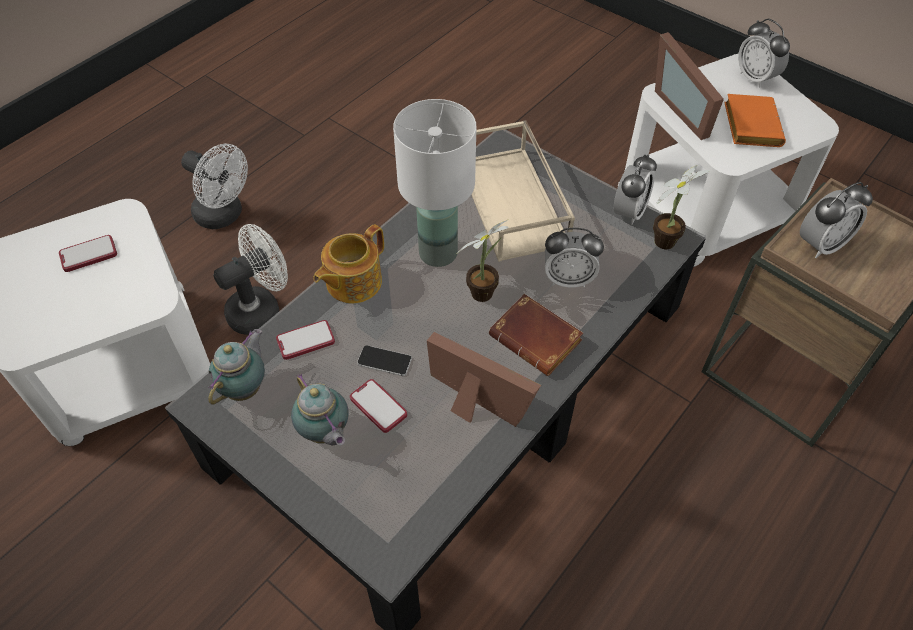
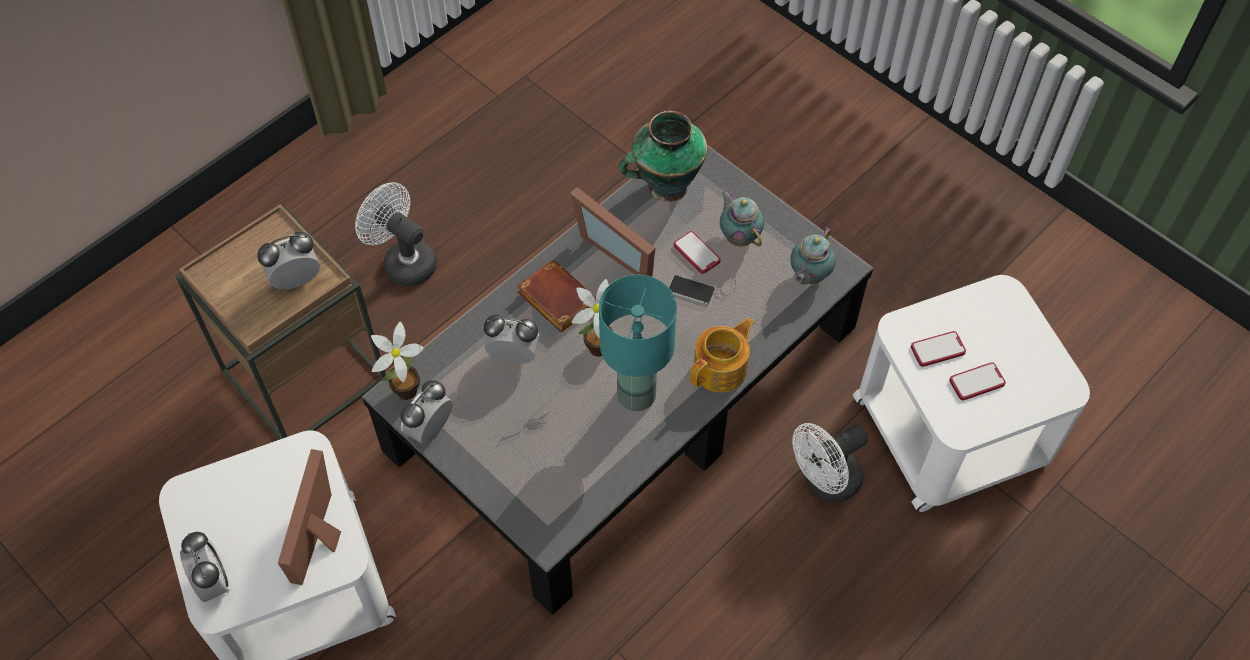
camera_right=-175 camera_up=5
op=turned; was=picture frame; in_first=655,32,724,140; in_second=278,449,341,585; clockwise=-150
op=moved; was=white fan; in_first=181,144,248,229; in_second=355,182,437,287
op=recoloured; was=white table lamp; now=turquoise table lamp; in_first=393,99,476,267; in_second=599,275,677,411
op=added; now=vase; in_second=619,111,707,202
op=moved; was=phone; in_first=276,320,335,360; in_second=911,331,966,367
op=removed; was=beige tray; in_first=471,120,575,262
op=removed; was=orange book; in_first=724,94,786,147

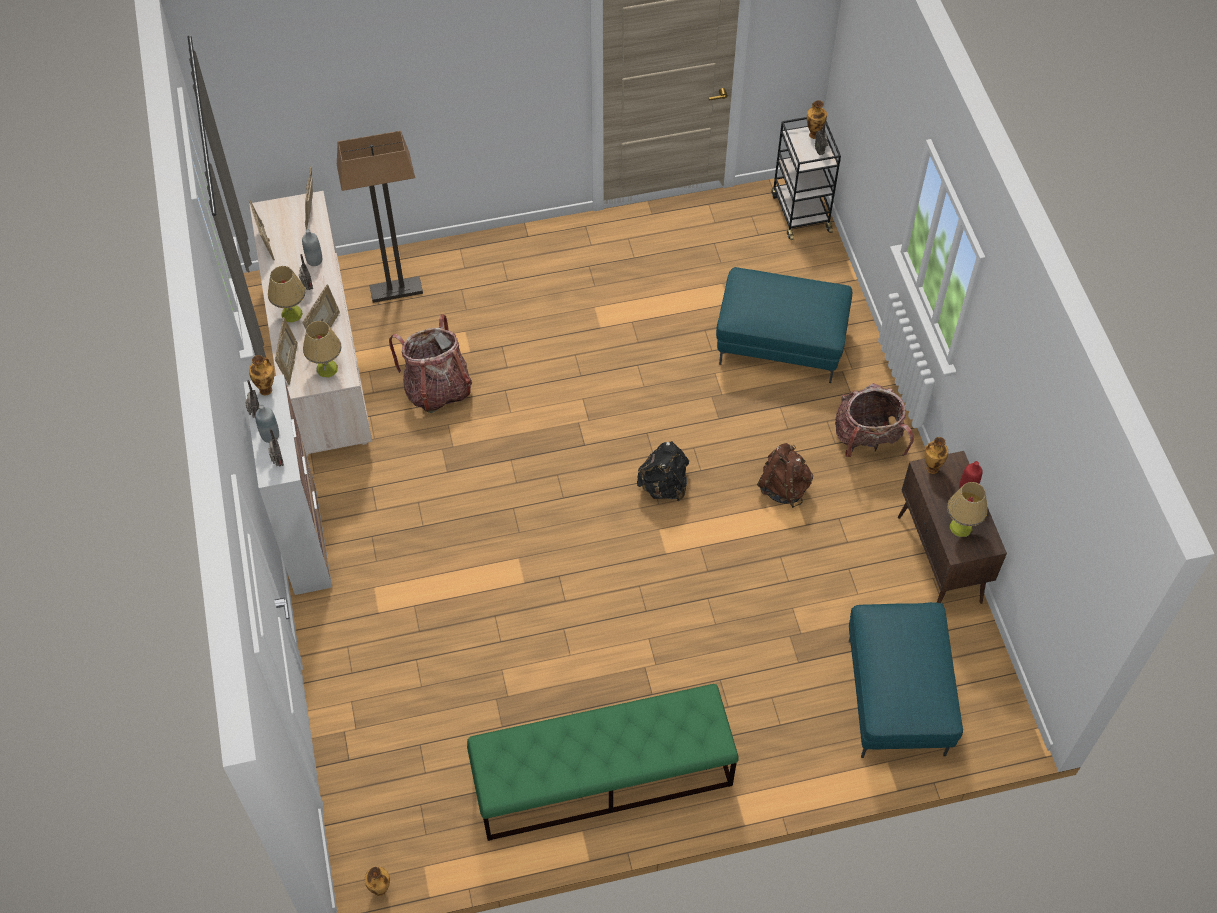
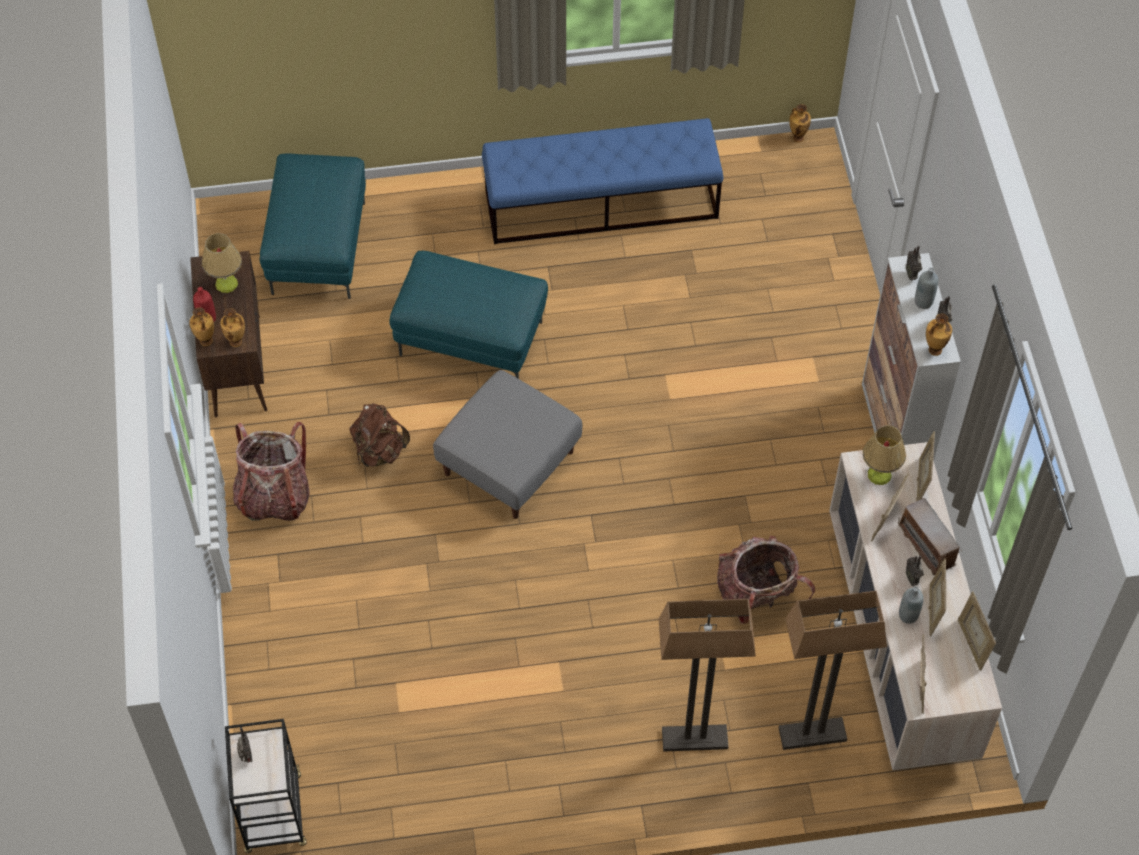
camera_right=-175 camera_up=0
op=moved; was=vase; in_first=807,100,827,139; in_second=189,307,214,346
op=moved; was=turquoise ottoman; in_first=716,267,852,383; in_second=389,251,548,379
op=replaced; was=black backpack; now=grey ottoman; in_first=637,441,689,501; in_second=433,370,582,519
op=recoloured; was=green bench; now=blue bench; in_first=467,684,739,841; in_second=482,118,723,244
op=added; now=floor lamp; in_second=659,599,756,752
op=replaced; was=table lamp; now=radio; in_first=268,266,306,322; in_second=898,498,962,575
op=added; now=picture frame; in_second=928,558,946,636

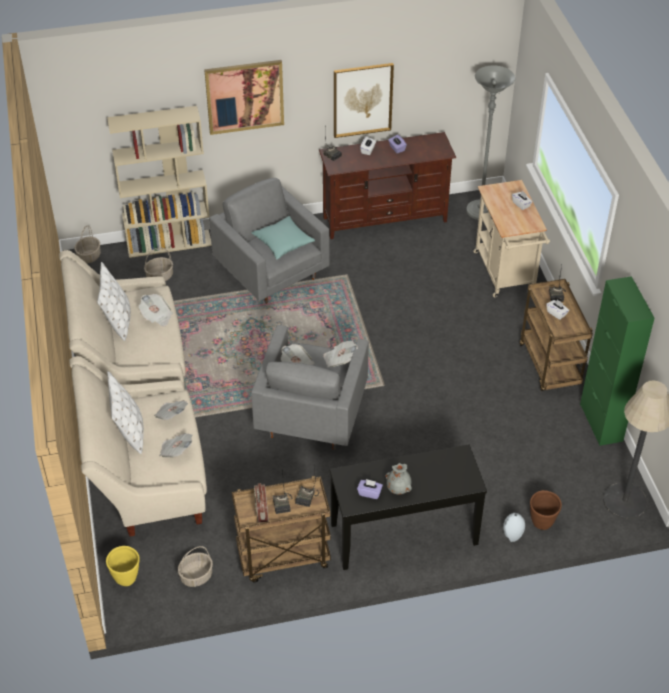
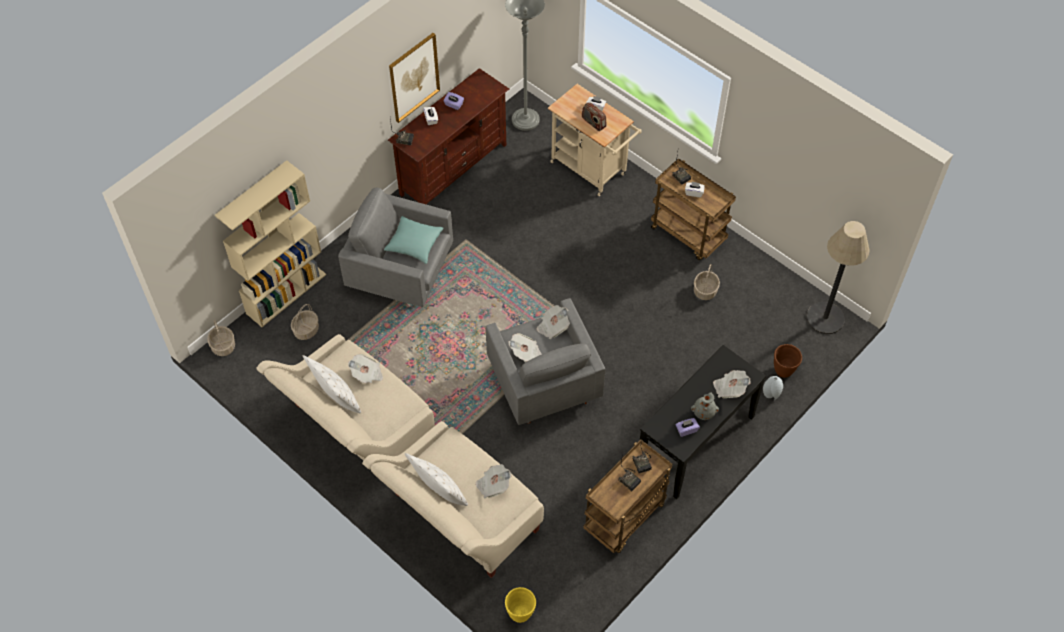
camera_right=-35 camera_up=10
op=moved; was=radio; in_first=254,483,269,523; in_second=582,102,606,131
op=moved; was=basket; in_first=178,546,213,587; in_second=694,264,720,300
op=moved; was=newspaper; in_first=154,400,188,420; in_second=713,370,751,398
op=removed; was=picture; in_first=204,60,284,135
op=removed; was=green cabinet; in_first=580,276,654,446

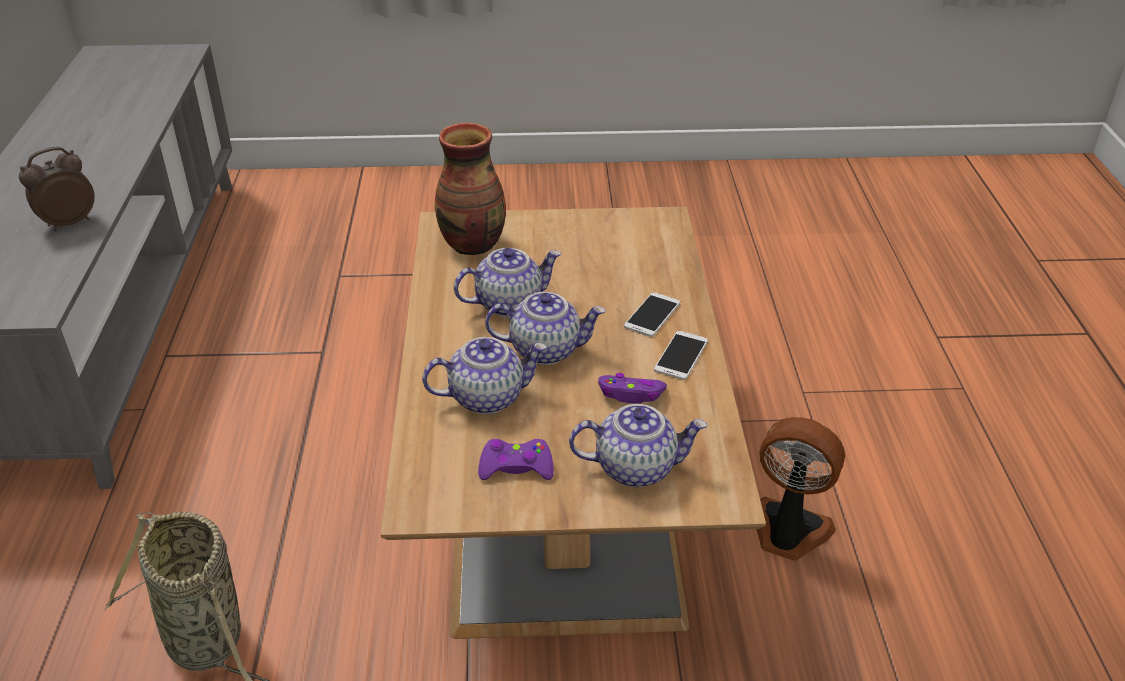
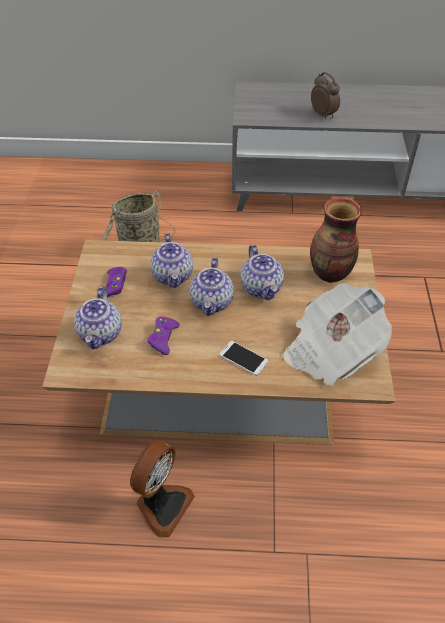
camera_right=95 camera_up=10
op=added; now=newspaper; in_second=283,283,392,386
op=removed; was=phone; in_first=654,331,708,380

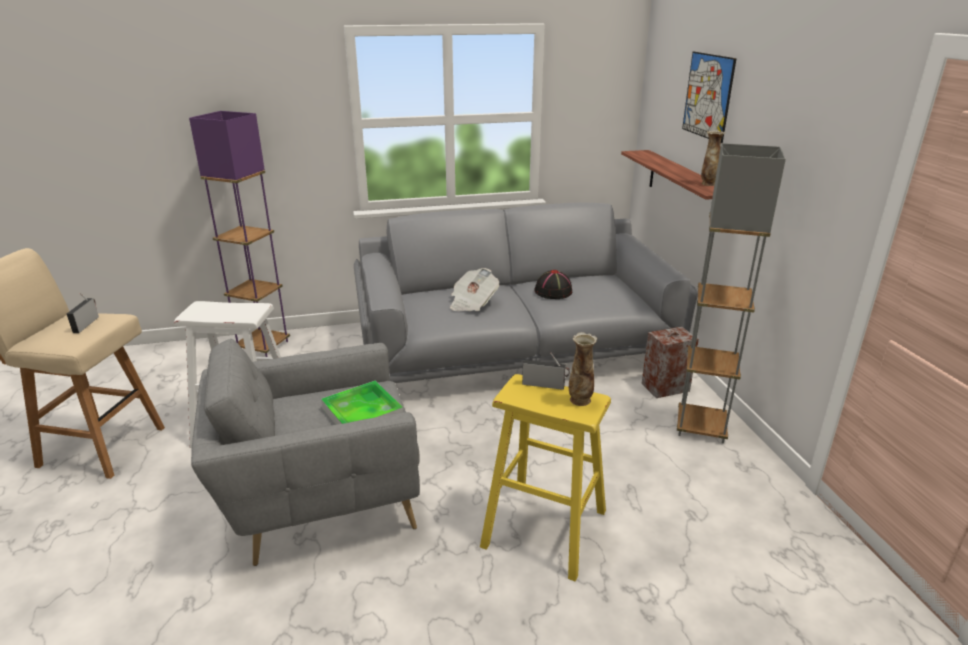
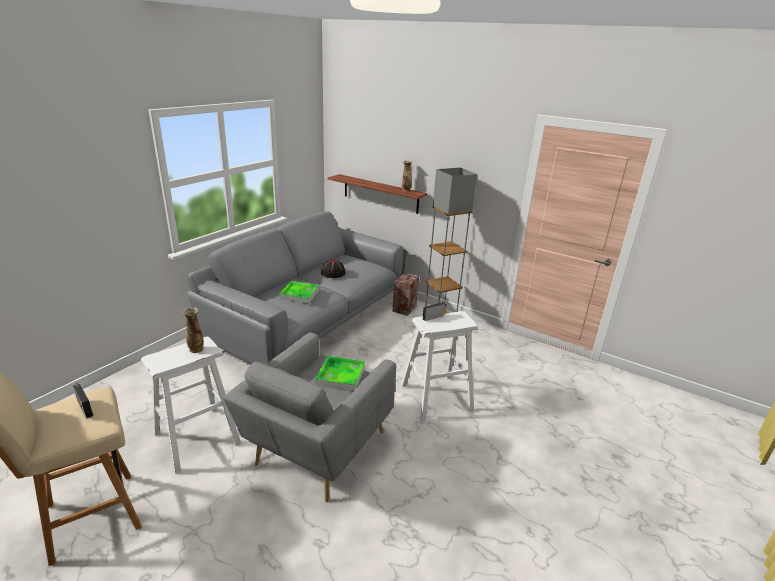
camera_right=-45 camera_up=0
op=moved; was=vase; in_first=569,332,597,406; in_second=182,307,204,353
op=replaced; was=newspaper; now=tray; in_first=450,268,499,312; in_second=279,281,319,304
op=recoloured; was=yellow stool; now=white stool; in_first=480,374,611,581; in_second=401,311,478,422
op=removed; was=purple floor lamp; in_first=189,111,290,357
op=removed; was=picture; in_first=682,52,737,143

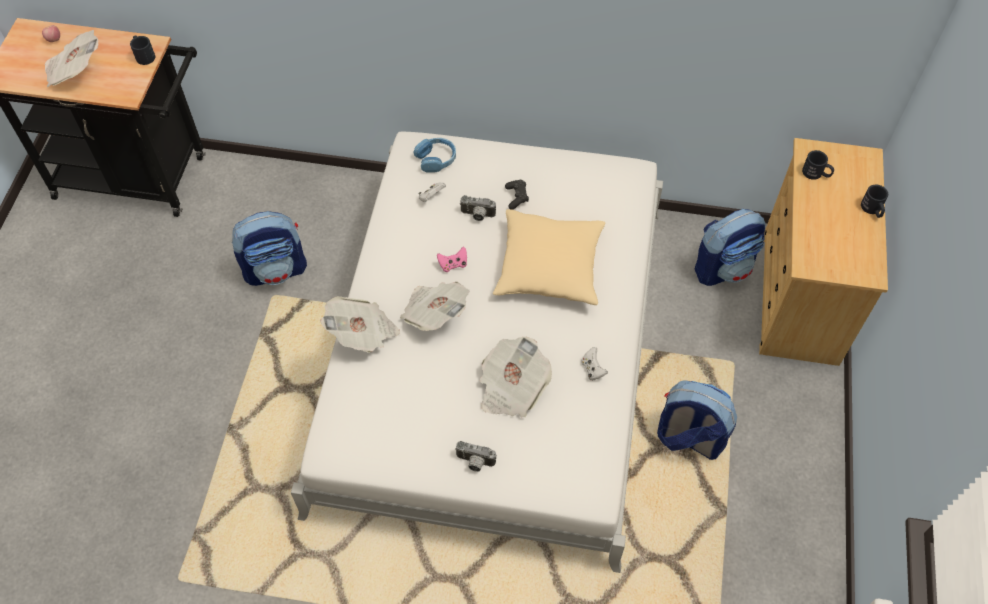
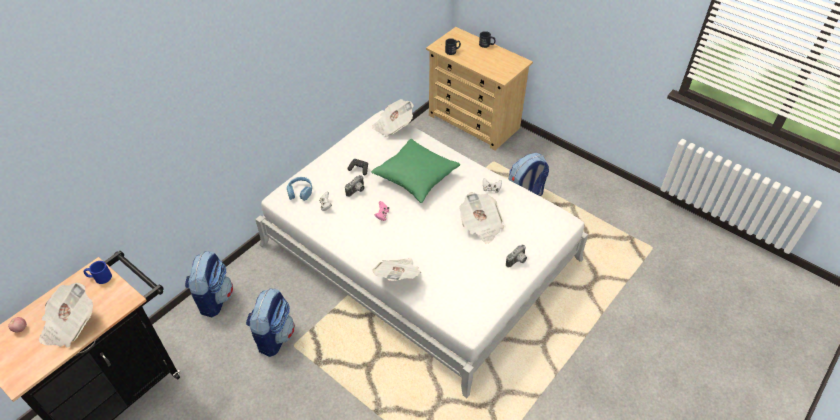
camera_right=-60 camera_up=-10
op=recoloured; was=black mug; now=blue mug; in_first=130,35,155,65; in_second=84,261,112,284
op=moved; was=backpack; in_first=695,209,765,286; in_second=185,251,233,317
op=recoloured; was=beige pillow; now=green pillow; in_first=493,209,605,305; in_second=371,139,460,203
op=moved; was=newspaper; in_first=400,282,470,331; in_second=372,99,414,137

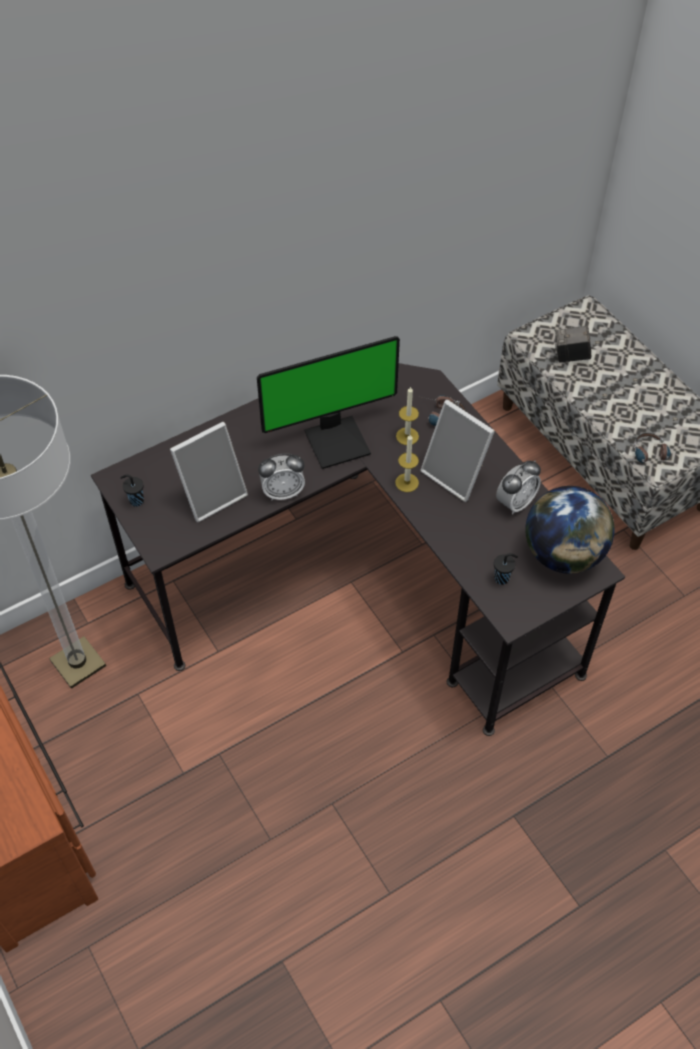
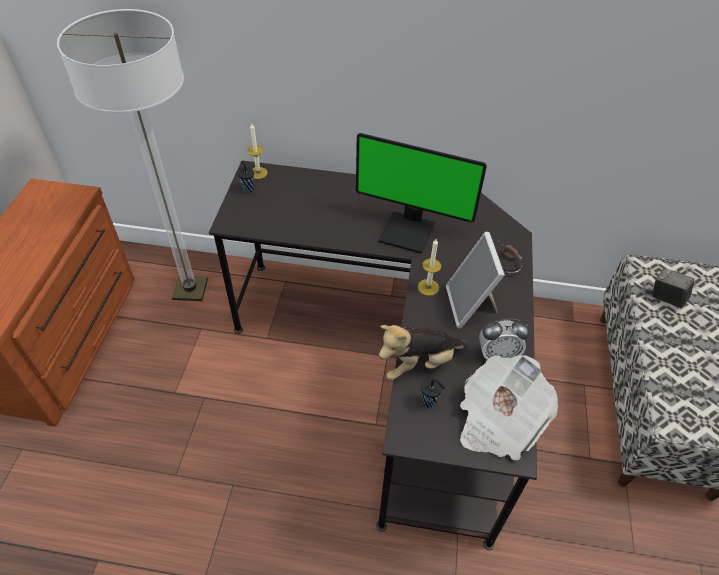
camera_right=40 camera_up=-5
op=moved; was=candle; in_first=396,386,419,445; in_second=247,124,268,179
op=added; now=plush toy; in_second=379,325,468,380
op=replaced; was=globe; now=newspaper; in_first=525,486,615,574; in_second=460,355,558,460
op=removed; was=picture frame; in_first=170,422,248,522
op=removed; was=alarm clock; in_first=258,453,305,500
op=removed; was=headphones; in_first=634,433,671,470

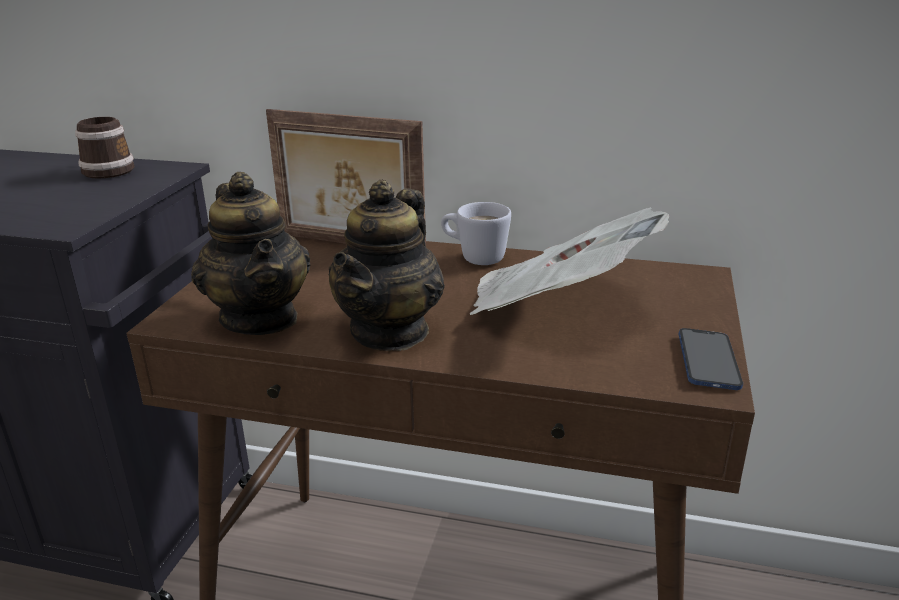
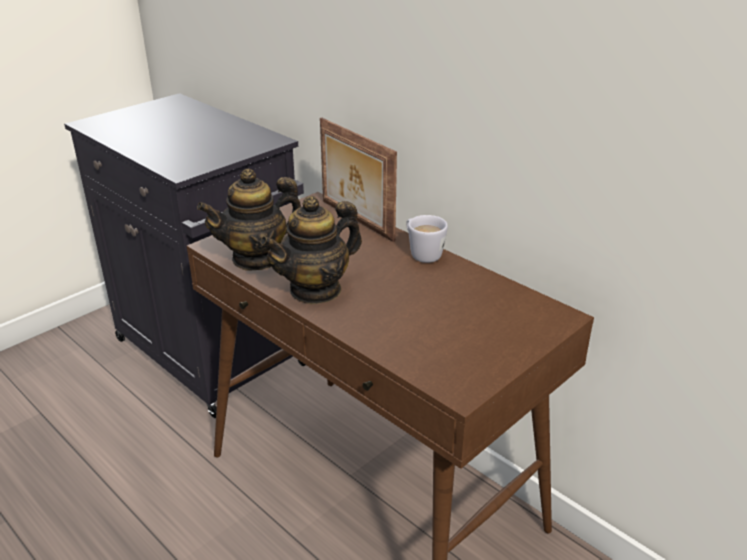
camera_right=30 camera_up=5
op=turned; was=teapot; in_first=191,172,311,335; in_second=197,168,301,271; clockwise=60
op=removed; was=mug; in_first=75,117,135,178
op=removed; was=newspaper; in_first=469,207,669,315
op=removed; was=phone; in_first=679,328,743,390

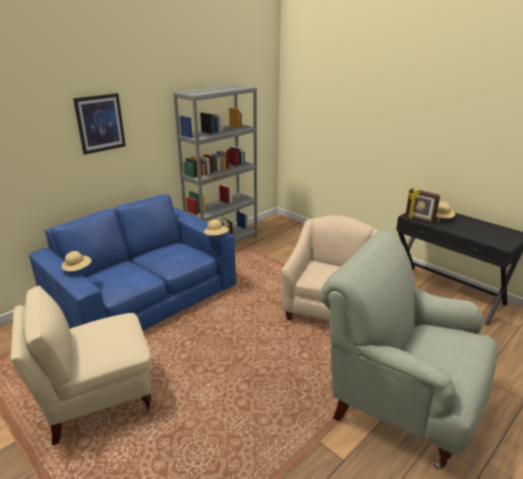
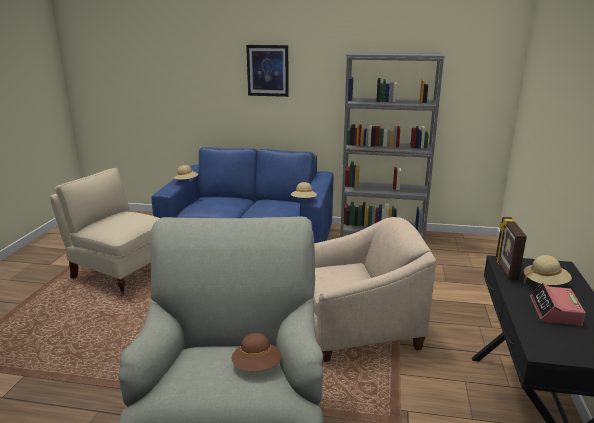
camera_right=55 camera_up=-5
op=added; now=brown hat; in_second=232,333,282,372
op=added; now=alarm clock; in_second=530,283,586,326

